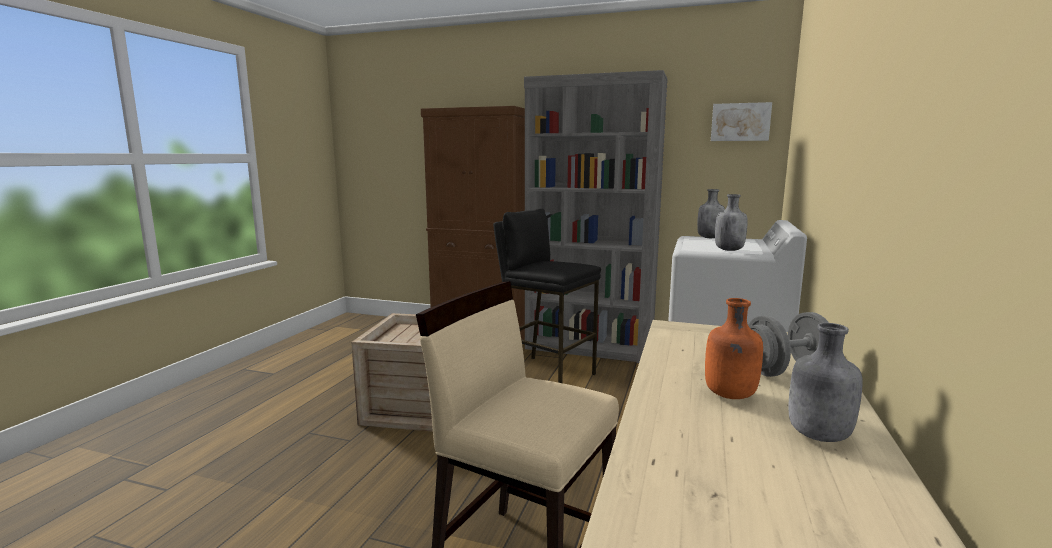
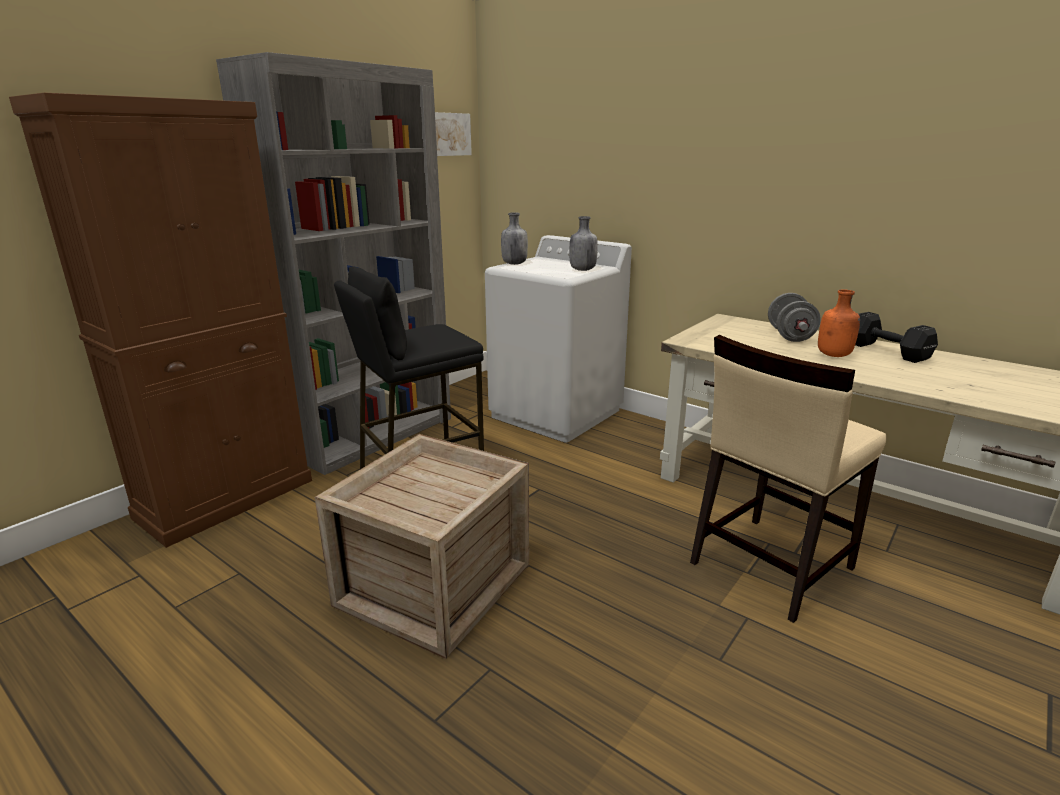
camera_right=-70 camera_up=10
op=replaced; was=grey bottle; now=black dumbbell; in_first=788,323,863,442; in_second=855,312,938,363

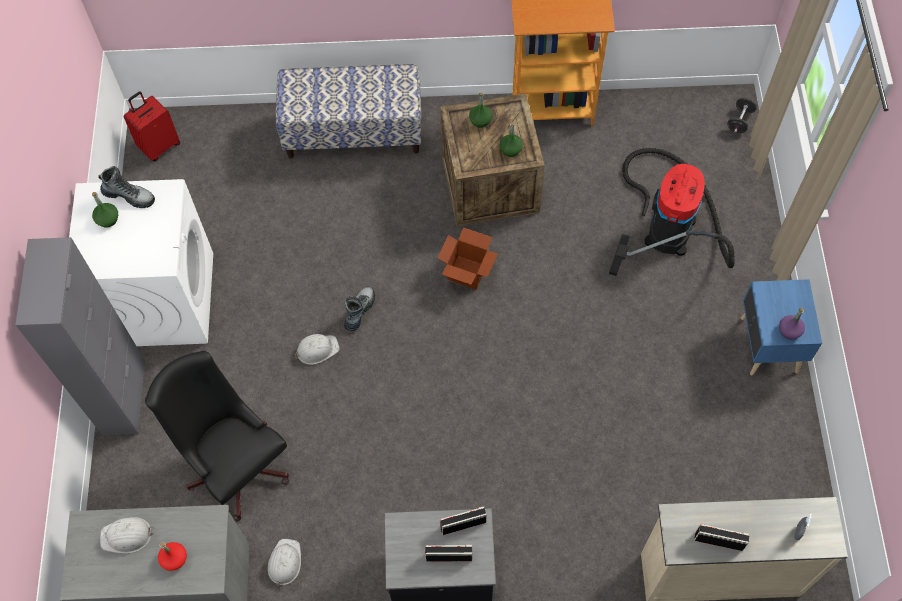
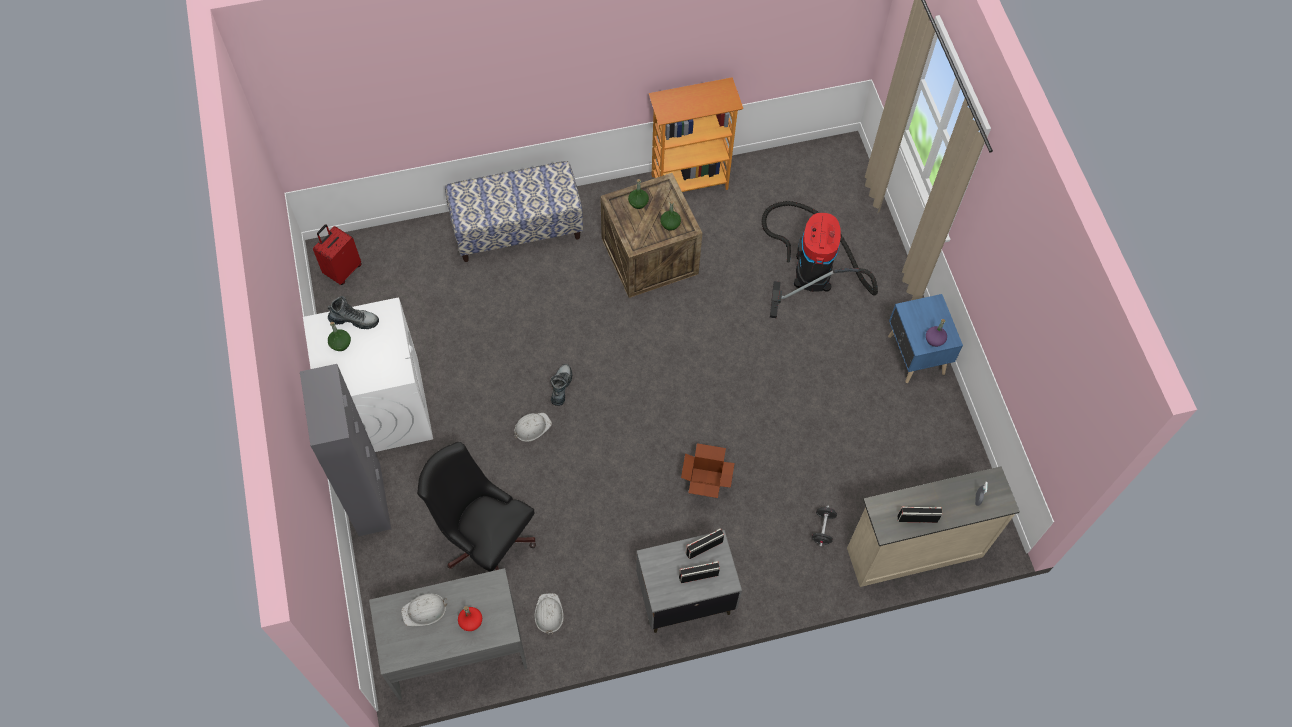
camera_right=-15 camera_up=0
op=moved; was=cardboard box; in_first=438,227,498,290; in_second=681,443,735,498
op=moved; was=black dumbbell; in_first=727,98,757,133; in_second=812,505,837,547

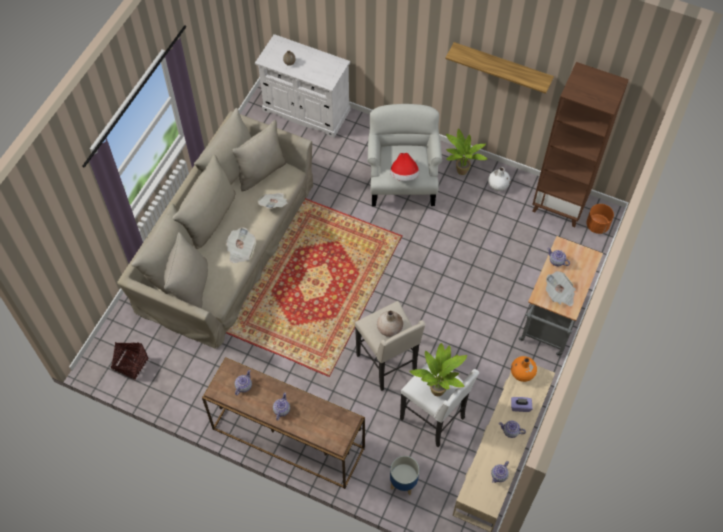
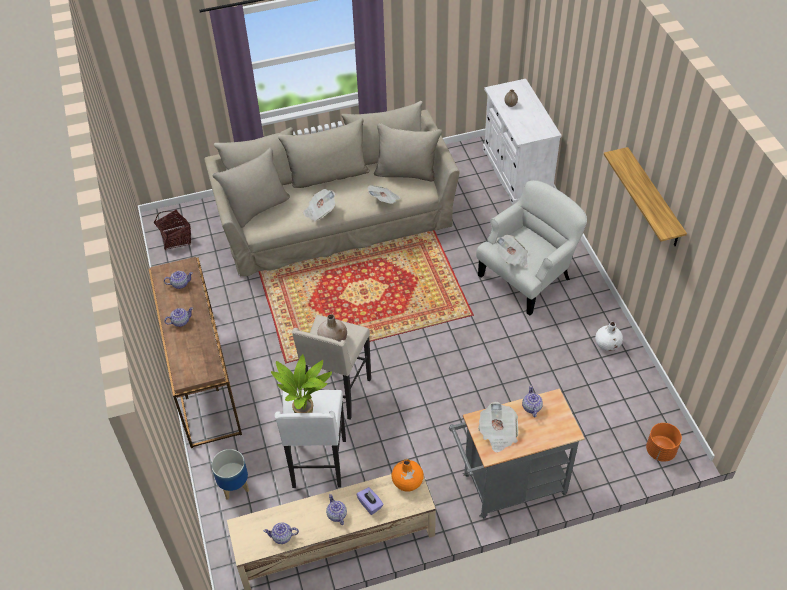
camera_right=50 camera_up=-10
op=replaced; was=hat; now=newspaper; in_first=390,153,419,181; in_second=496,235,528,267
op=removed; was=potted plant; in_first=446,128,488,175
op=removed; was=brown bookcase; in_first=532,62,629,227

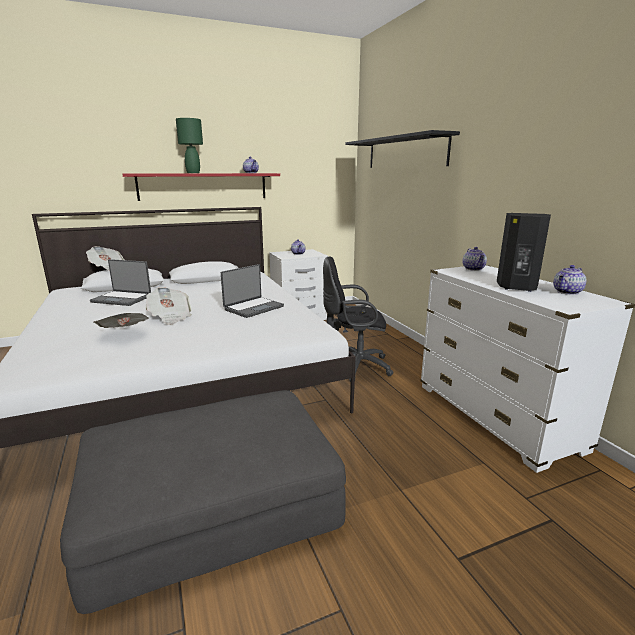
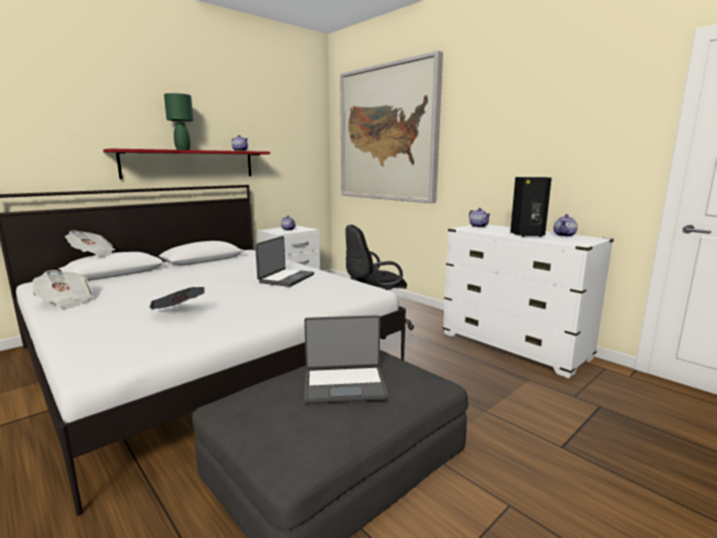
camera_right=-20 camera_up=-5
op=moved; was=newspaper; in_first=145,287,192,325; in_second=33,270,93,309
op=moved; was=laptop; in_first=90,259,151,306; in_second=304,315,388,404
op=replaced; was=black shelf; now=picture; in_first=345,130,460,168; in_second=340,50,443,203

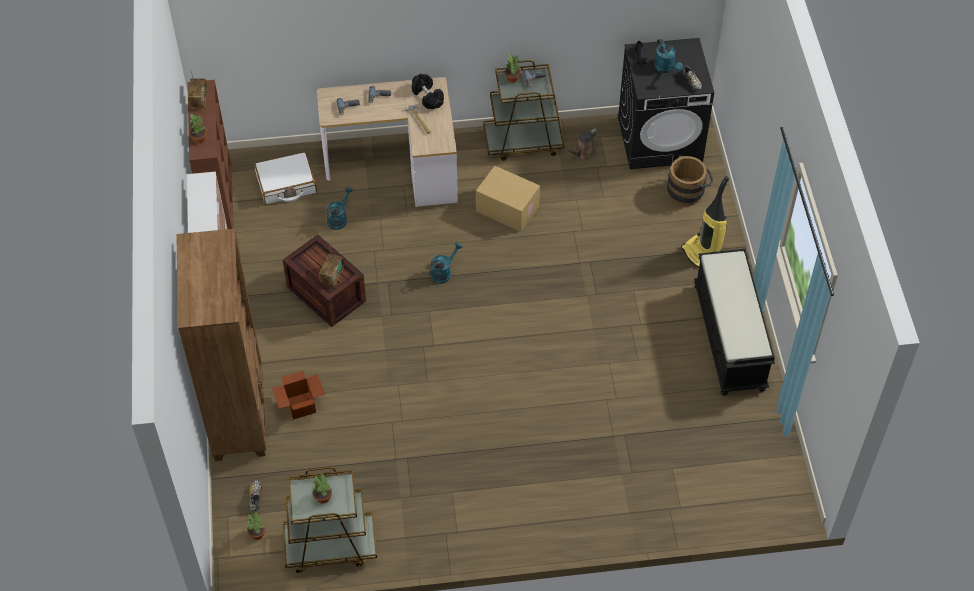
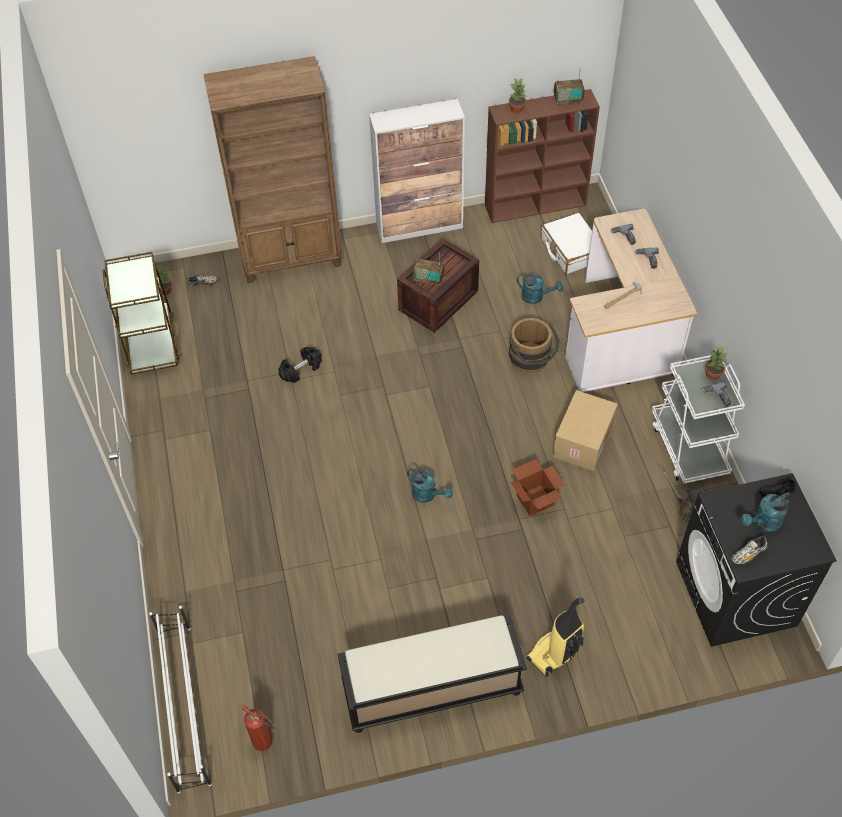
camera_right=85 camera_up=0
op=added; now=white shoe rack; in_second=149,606,212,794
op=added; now=fire extinguisher; in_second=241,705,274,751
op=moved; was=black dumbbell; in_first=412,74,444,109; in_second=278,347,322,383
op=moved; was=turquoise watering can; in_first=429,242,463,284; in_second=407,468,453,503
op=moved; was=brown bucket; in_first=667,156,713,206; in_second=509,318,560,373
op=moved; was=cardboard box; in_first=272,371,325,420; in_second=511,459,565,516
op=recoloured; was=brown cart; now=white cart; in_first=483,60,564,161; in_second=652,355,745,484
op=removed; was=potted plant; in_first=312,474,332,504

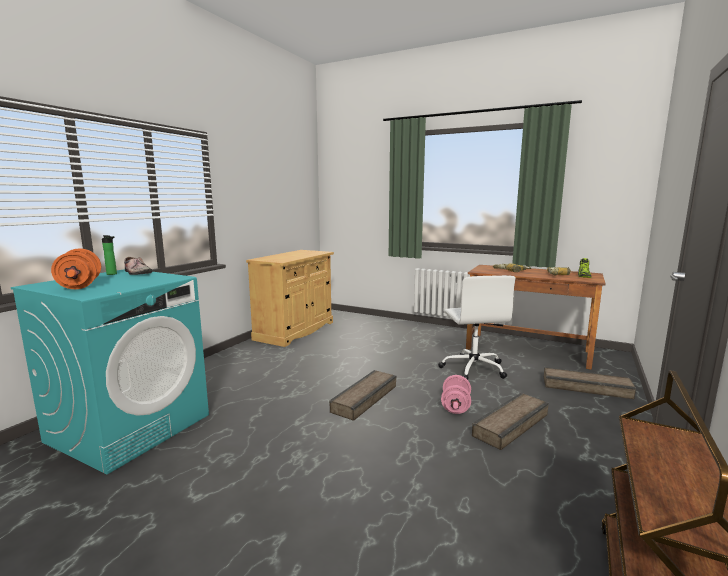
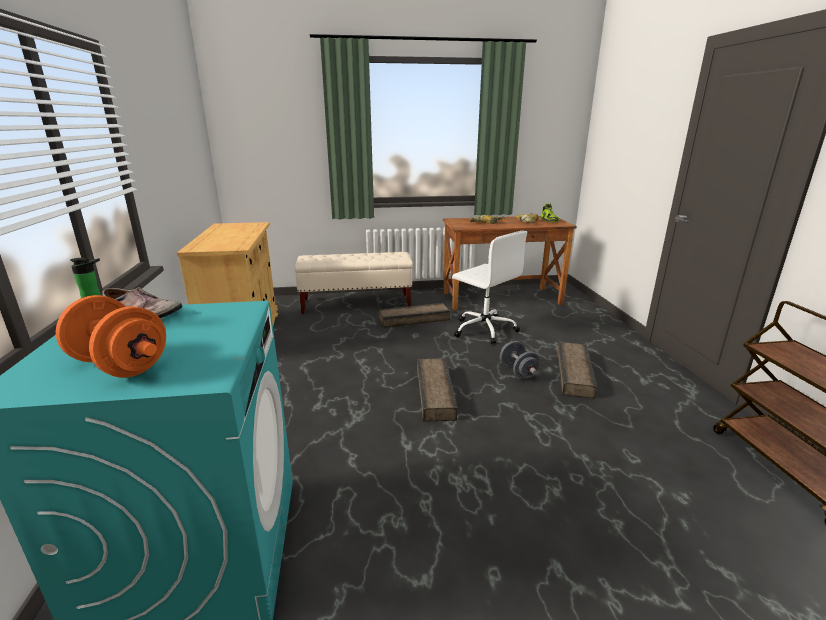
camera_right=-35 camera_up=10
op=added; now=beige bench; in_second=295,252,413,314
op=moved; was=crate; in_first=544,367,636,399; in_second=378,303,450,328
op=recoloured; was=pink dumbbell; now=grey dumbbell; in_first=441,375,471,414; in_second=500,341,540,379

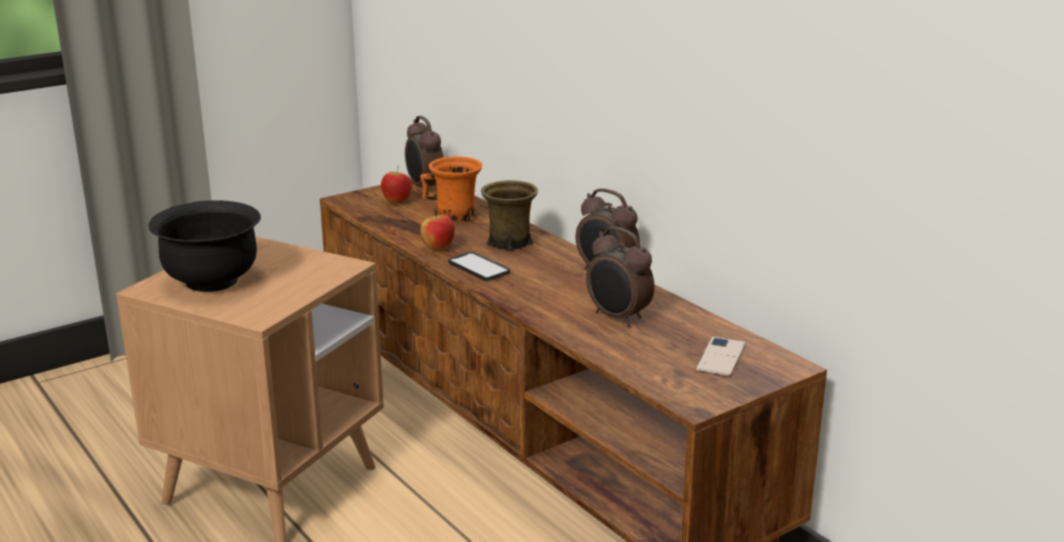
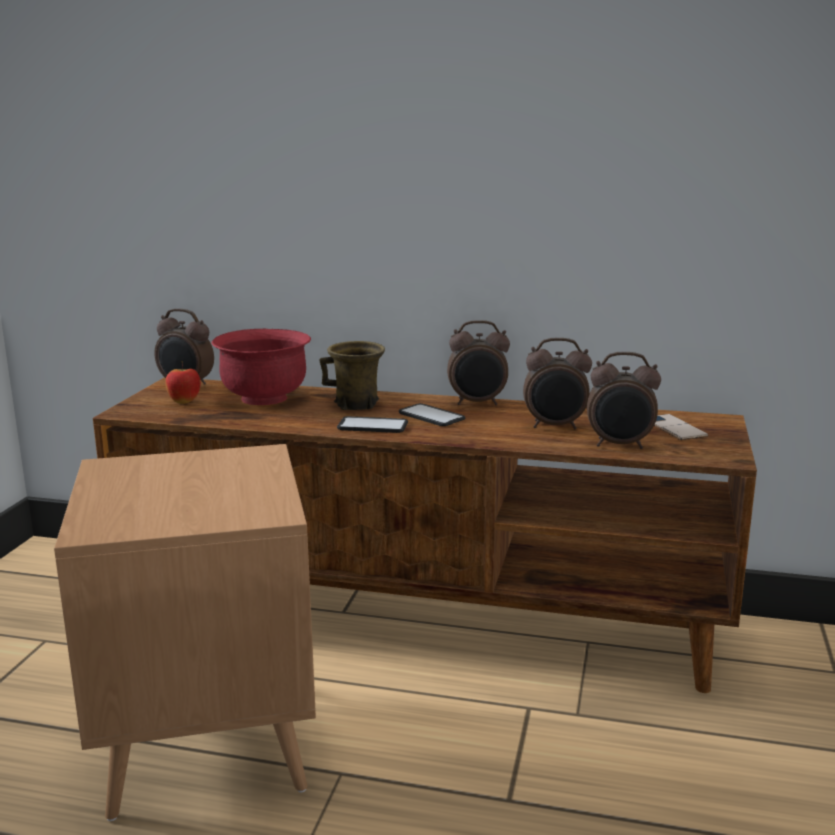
camera_right=-40 camera_up=-5
op=replaced; was=orange mug; now=red bowl; in_first=420,156,482,222; in_second=212,329,311,405
op=added; now=phone; in_second=399,403,465,426
op=added; now=alarm clock; in_second=587,352,661,449
op=removed; was=black bowl; in_first=148,200,261,292
op=removed; was=apple; in_first=420,209,455,251

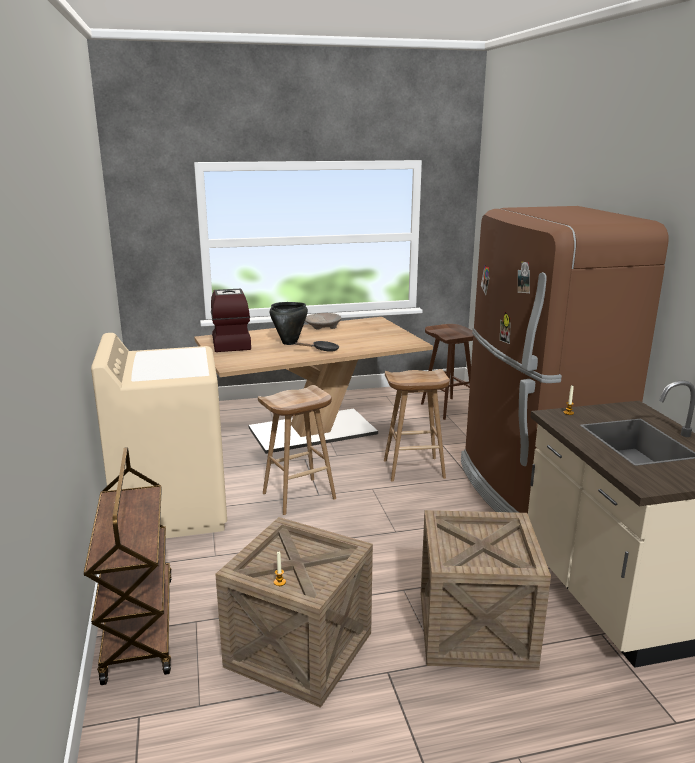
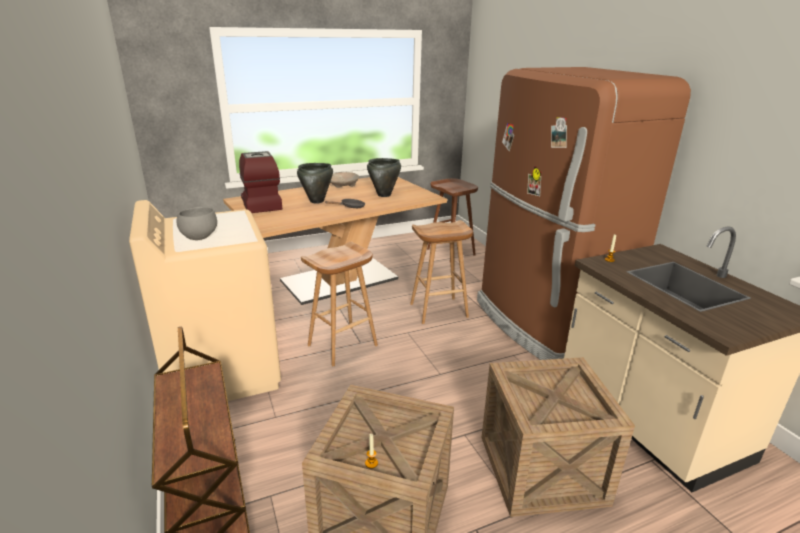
camera_right=-10 camera_up=5
op=added; now=grey bowl; in_second=176,207,217,240
op=added; now=black cooking pot; in_second=367,158,401,197

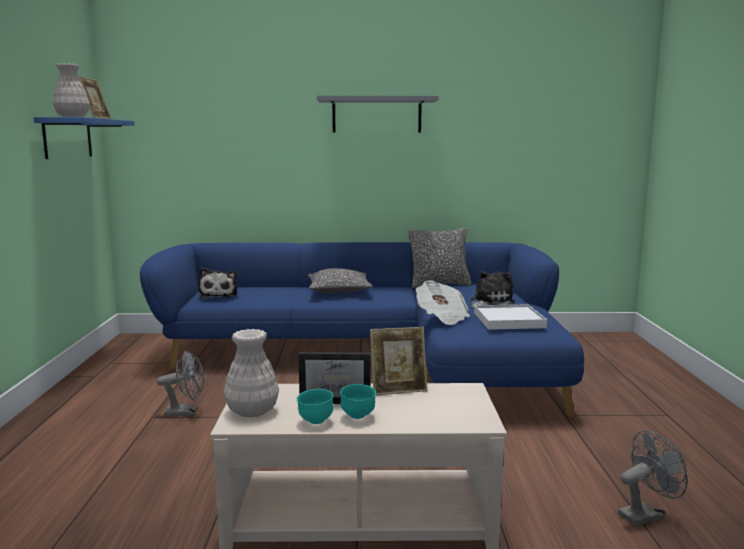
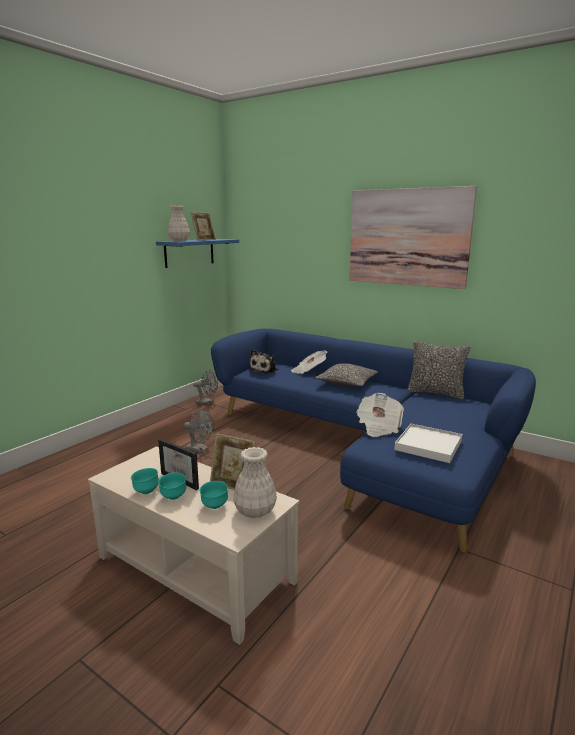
camera_right=35 camera_up=5
op=moved; was=grey fan; in_first=618,430,687,526; in_second=193,370,218,405
op=added; now=turquoise bowl; in_second=200,481,228,509
op=moved; was=white vase; in_first=224,329,279,418; in_second=233,447,277,518
op=added; now=newspaper; in_second=291,350,328,374
op=replaced; was=grey shelf; now=picture; in_first=317,95,438,132; in_second=349,186,477,289
op=removed; was=plush toy; in_first=470,271,515,308

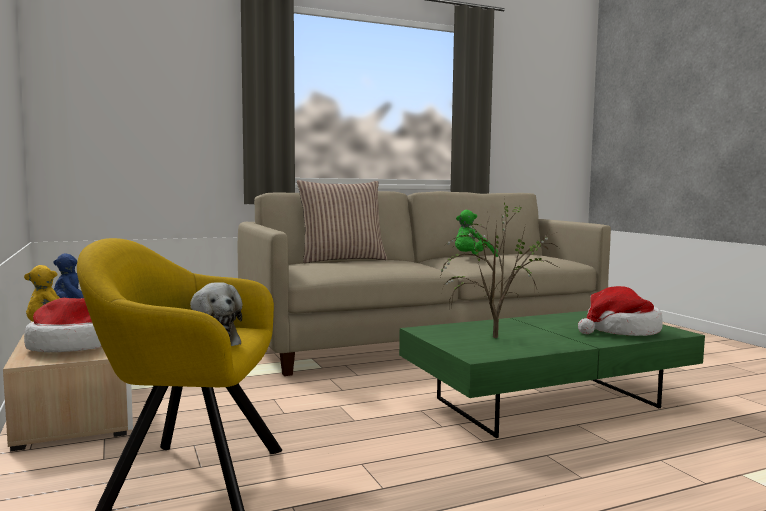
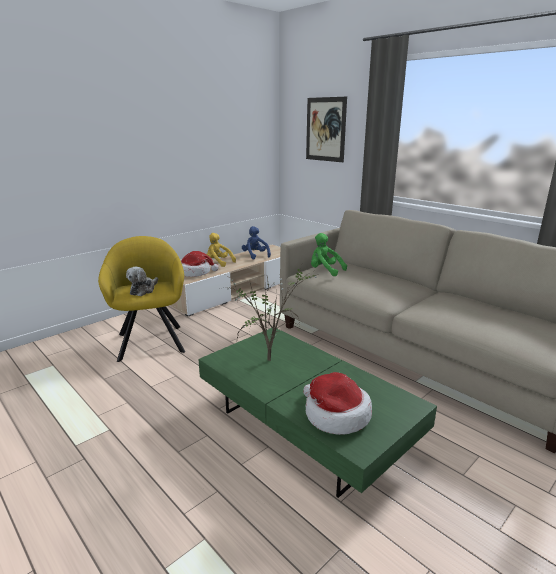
camera_right=70 camera_up=15
op=added; now=picture; in_second=306,97,347,162
op=moved; was=green plush toy; in_first=455,210,498,257; in_second=311,233,347,276
op=removed; was=pillow; in_first=297,180,387,263

